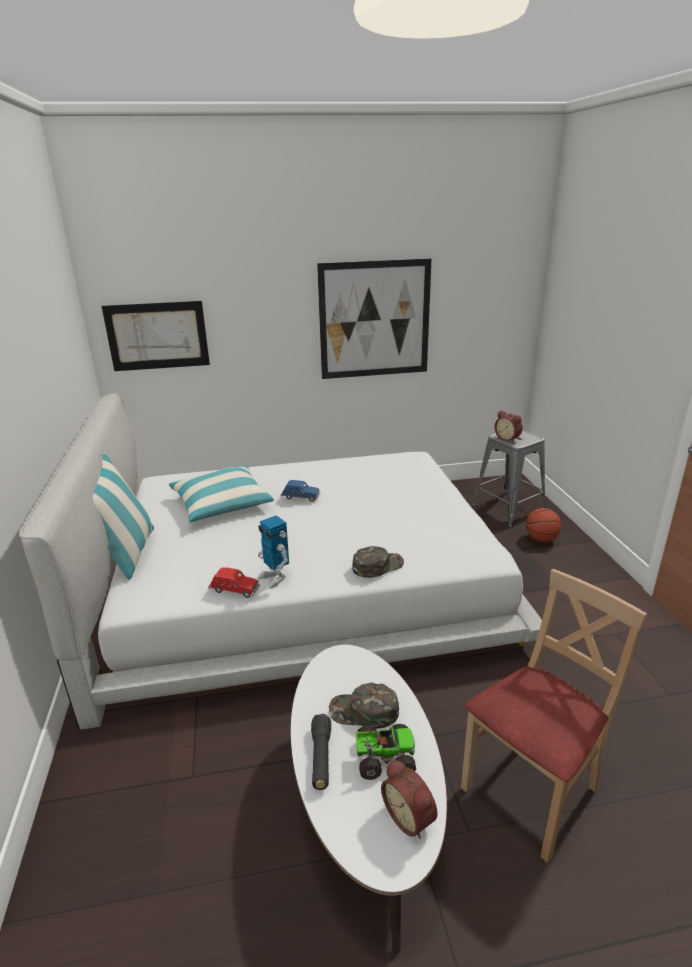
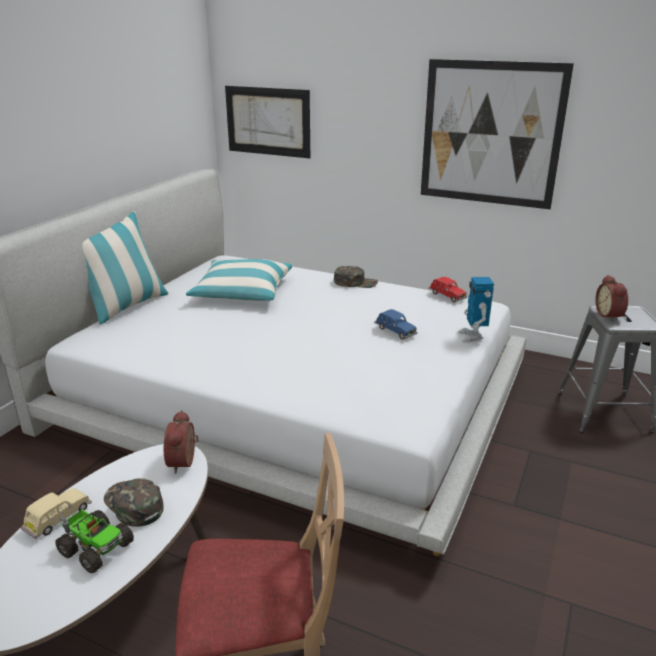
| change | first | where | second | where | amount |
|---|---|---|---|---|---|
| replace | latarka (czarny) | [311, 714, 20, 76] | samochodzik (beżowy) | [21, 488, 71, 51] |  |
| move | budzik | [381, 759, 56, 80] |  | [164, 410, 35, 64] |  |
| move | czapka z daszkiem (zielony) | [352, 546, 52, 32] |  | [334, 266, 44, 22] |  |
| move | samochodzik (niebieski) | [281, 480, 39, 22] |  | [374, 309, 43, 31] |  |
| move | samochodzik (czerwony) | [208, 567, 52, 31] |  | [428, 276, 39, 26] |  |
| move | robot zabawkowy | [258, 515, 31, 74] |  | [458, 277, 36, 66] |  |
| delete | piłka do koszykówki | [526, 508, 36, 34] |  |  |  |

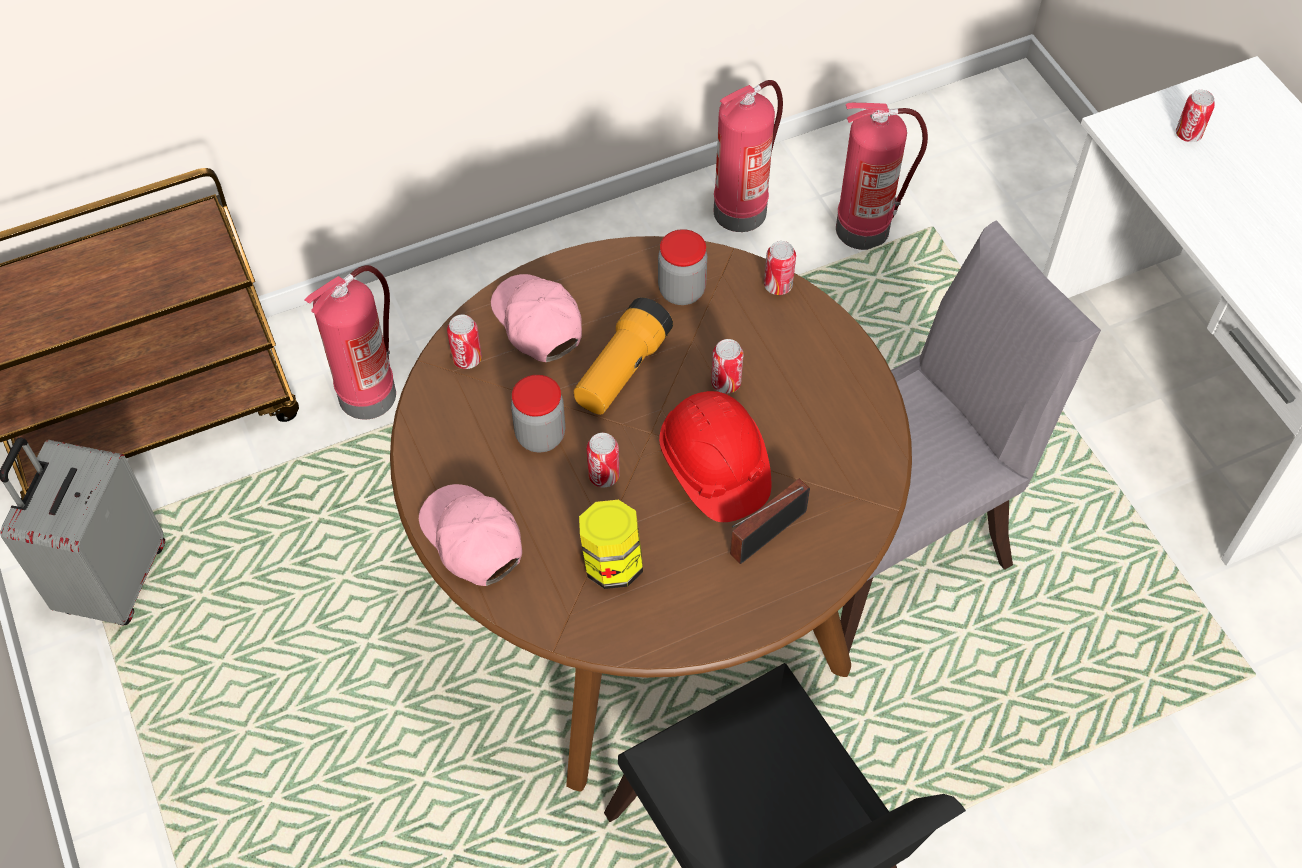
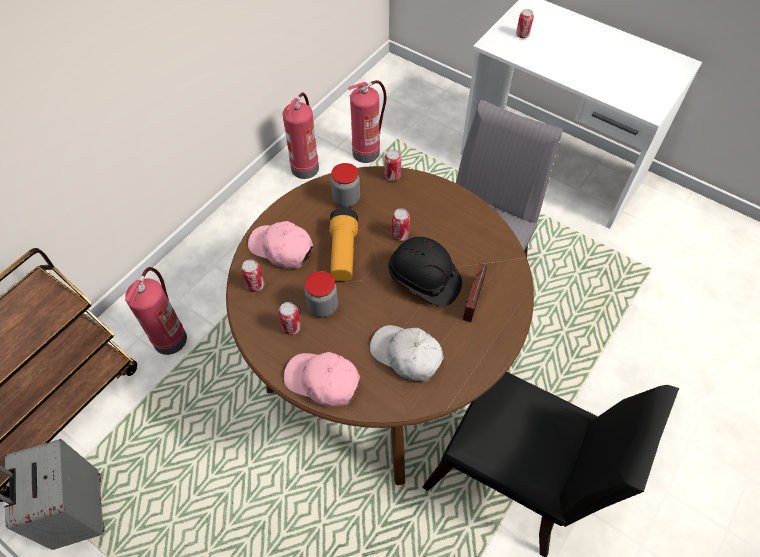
| change | first | where | second | where | amount |
|---|---|---|---|---|---|
| move | puszka | [587, 433, 33, 54] |  | [278, 302, 23, 33] |  |
| replace | słoik | [579, 500, 64, 89] | czapka z daszkiem (biały) | [370, 325, 74, 57] |  |
| recolor | kask (czerwony) | [659, 391, 112, 131] | kask (czarny) | [388, 237, 74, 70] |  |

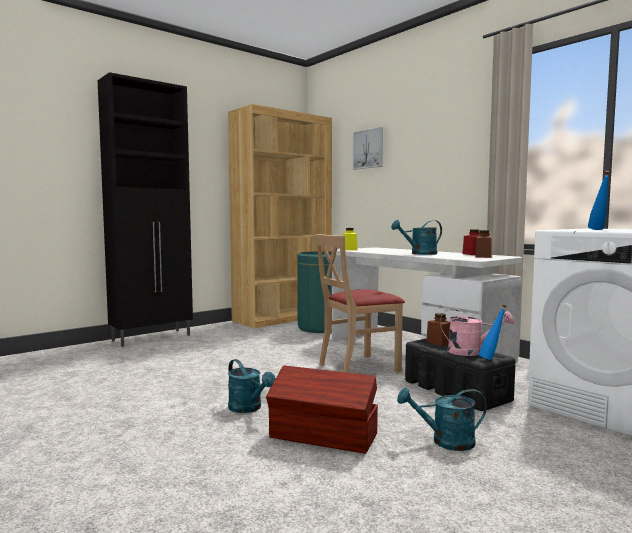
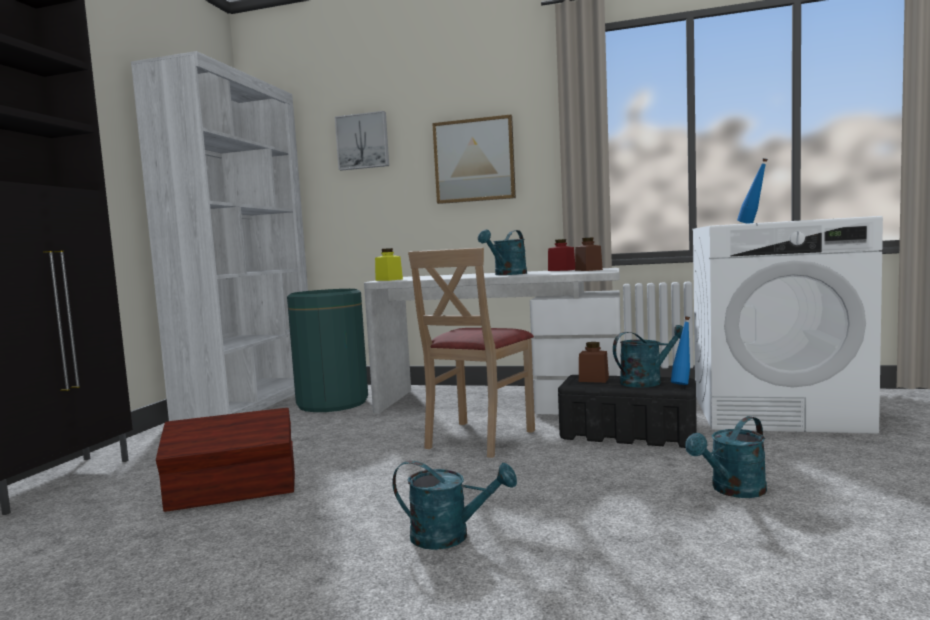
| change | first | where | second | where | amount |
|---|---|---|---|---|---|
| recolor | regał (brązowy) | [228, 104, 104, 224] | regał (biały) | [131, 51, 177, 370] |  |
| move | pojemnik do przechowywania (brązowy) | [266, 365, 112, 89] |  | [156, 408, 139, 104] |  |
| insert |  |  | obraz | [432, 114, 84, 90] |  |
| recolor | konewka (różowy) | [440, 309, 74, 47] | konewka (turkusowy) | [613, 325, 70, 63] |  |

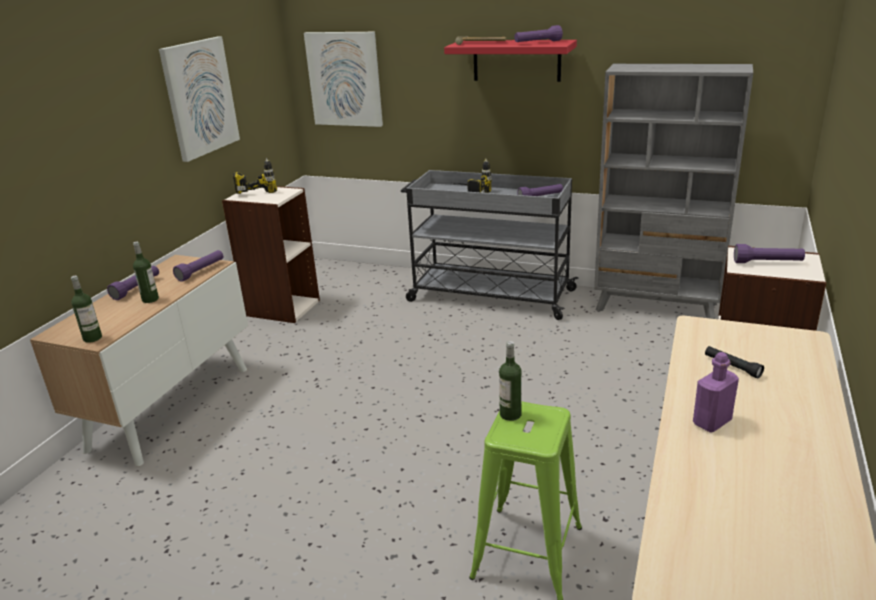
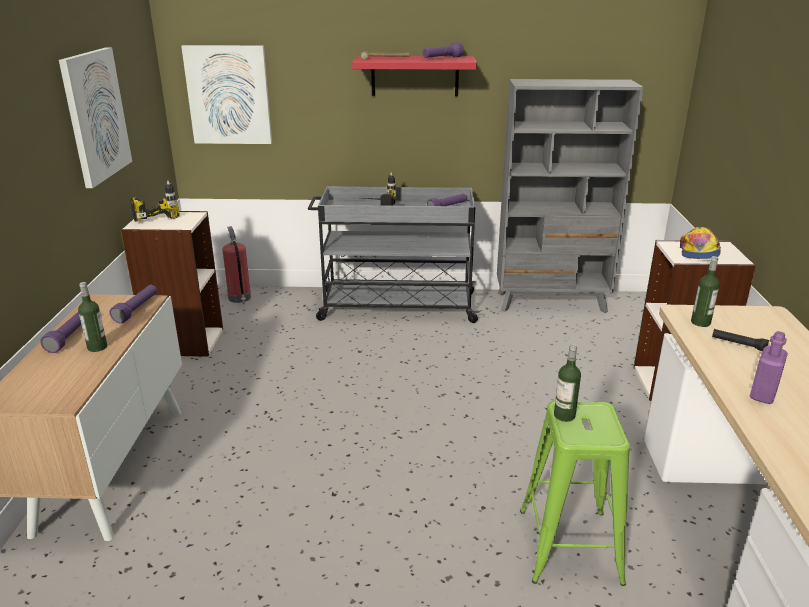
| change | first | where | second | where | amount |
|---|---|---|---|---|---|
| insert |  |  | gaśnica | [222, 226, 29, 78] |  |
| replace | latarka (fioletowy) | [734, 244, 71, 19] | czapka z daszkiem | [680, 227, 41, 32] |  |
| move | butelka | [71, 276, 31, 67] |  | [691, 256, 29, 71] |  |

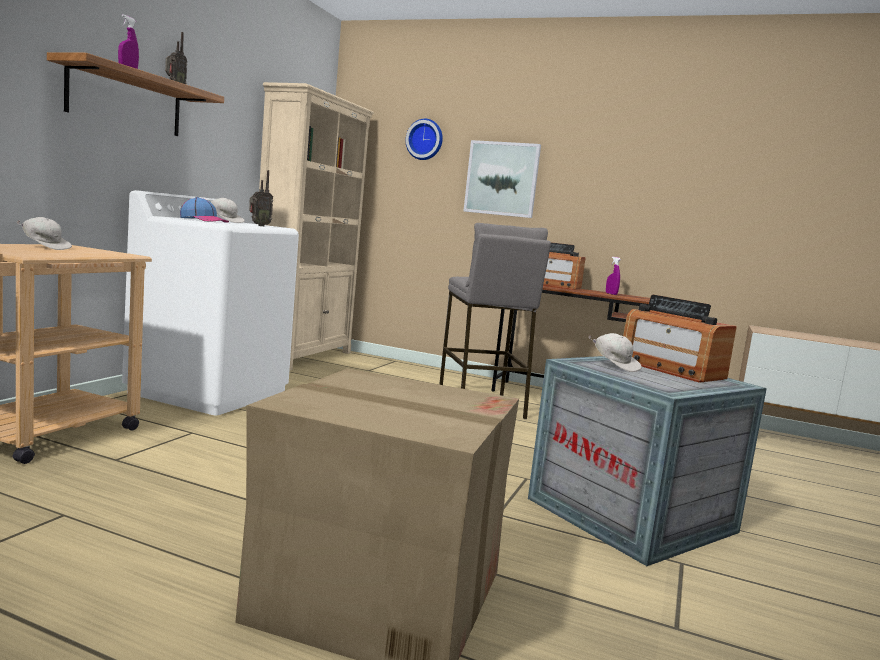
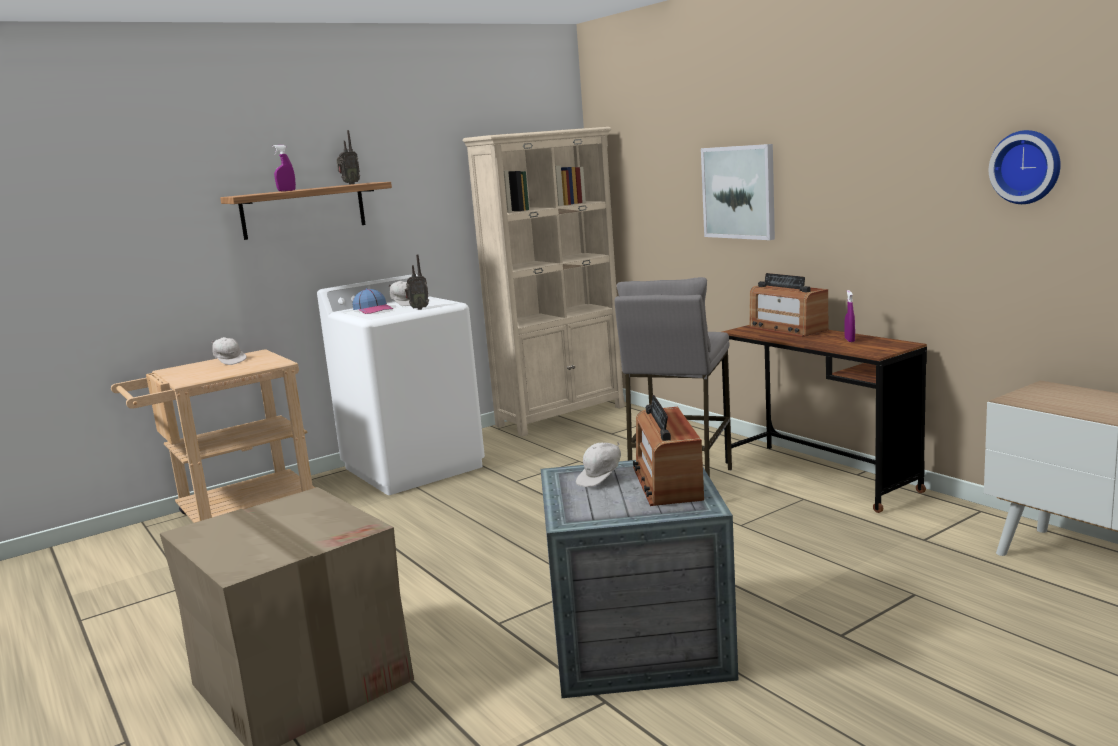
| change | first | where | second | where | amount |
|---|---|---|---|---|---|
| rotate | czapka z daszkiem (biały) | [588, 333, 54, 39] |  | [576, 442, 45, 45] | 60 degrees clockwise |
| move | zegar ścienny | [406, 119, 37, 41] |  | [989, 130, 72, 74] |  |

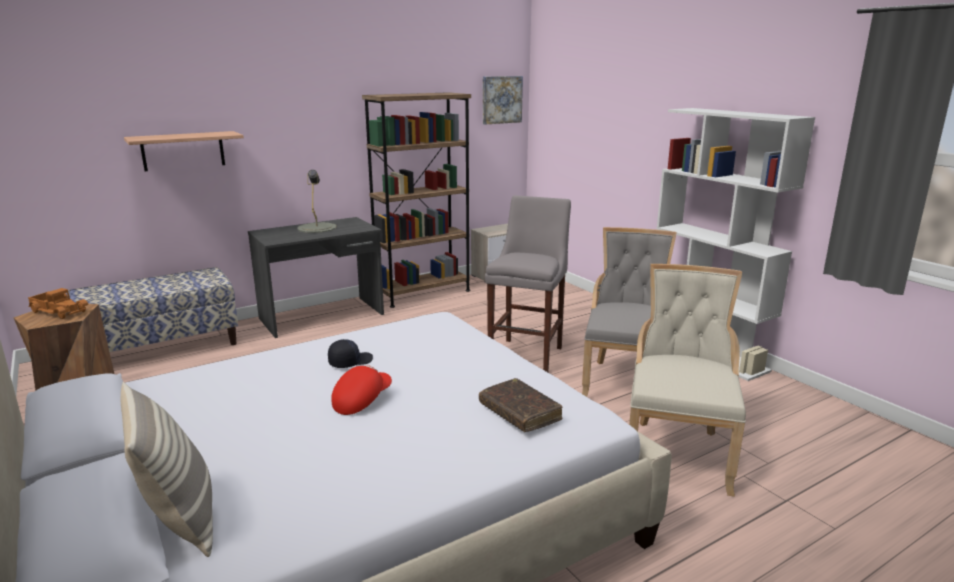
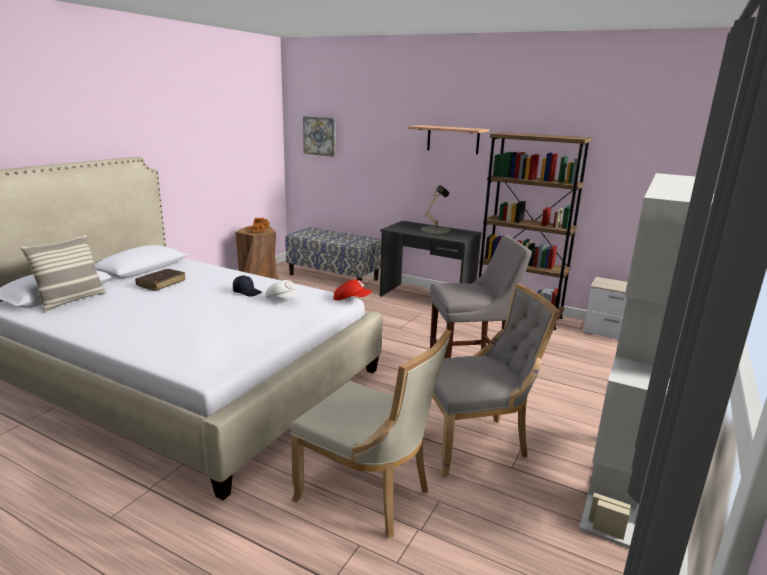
| change | first | where | second | where | amount |
|---|---|---|---|---|---|
| move | książka (brązowy) | [479, 378, 84, 54] |  | [135, 269, 51, 22] |  |
| insert |  |  | czapka z daszkiem (biały) | [265, 280, 35, 19] |  |
| rotate | krzesło (beżowy) | [629, 264, 117, 233] |  | [291, 329, 160, 209] | 45 degrees clockwise |
| move | obraz | [483, 76, 40, 49] |  | [303, 116, 33, 41] |  |
| move | czapka z daszkiem (czerwony) | [331, 365, 61, 50] |  | [334, 279, 38, 21] |  |
| move | półka | [124, 131, 120, 40] |  | [408, 125, 81, 29] |  |

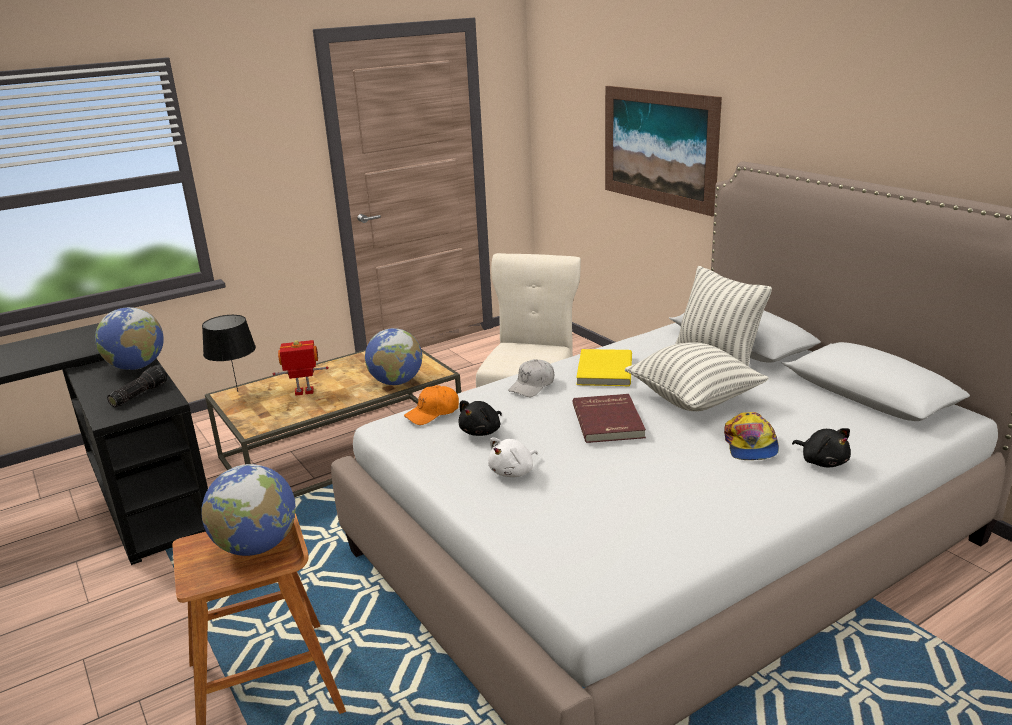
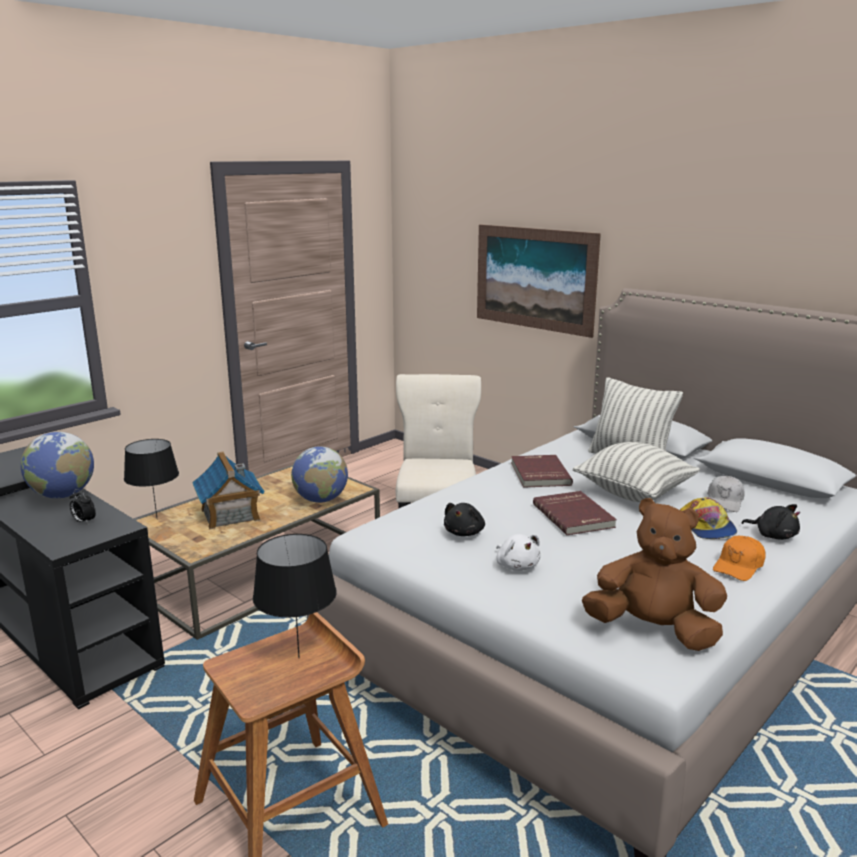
| change | first | where | second | where | amount |
|---|---|---|---|---|---|
| replace | latarka | [107, 365, 61, 42] | budzik | [69, 489, 27, 35] |  |
| replace | robot zabawkowy | [273, 340, 56, 56] | domek | [192, 452, 73, 78] |  |
| replace | globus | [201, 464, 95, 92] | lampa stołowa (czarny) | [253, 534, 84, 124] |  |
| rotate | pluszak (biały) | [488, 437, 50, 40] |  | [496, 534, 45, 37] | 60 degrees counterclockwise |
| recolor | książka (żółty) | [576, 349, 56, 37] | książka (czerwony) | [511, 455, 62, 33] |  |
| insert |  |  | pluszak (brązowy) | [582, 498, 145, 153] |  |
| move | czapka z daszkiem (biały) | [508, 359, 46, 38] |  | [707, 476, 38, 36] |  |
| move | czapka z daszkiem (pomarańczowy) | [404, 385, 55, 40] |  | [713, 536, 52, 45] |  |

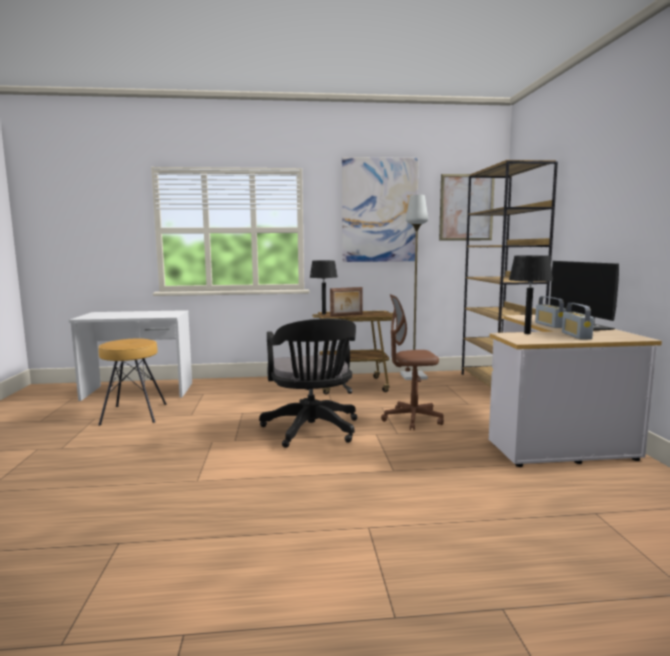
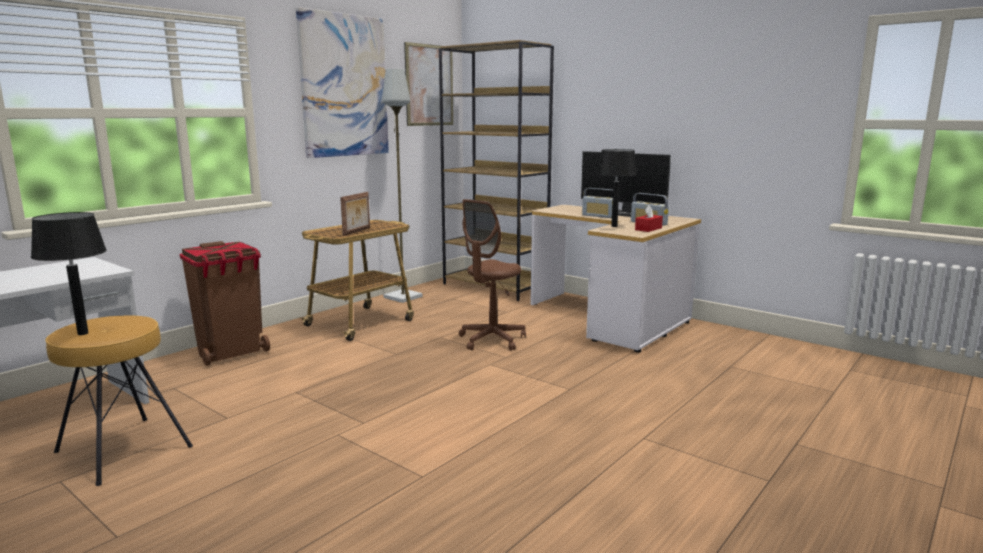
| change | first | where | second | where | amount |
|---|---|---|---|---|---|
| move | lampa stołowa (czarny) | [310, 260, 28, 55] |  | [31, 212, 76, 123] |  |
| insert |  |  | kosz na śmieci (brązowy) | [180, 241, 90, 125] |  |
| insert |  |  | pudełko chusteczek (czerwony) | [635, 205, 28, 27] |  |
| delete | krzesło biurowe (czarny) | [259, 318, 98, 130] |  |  |  |

